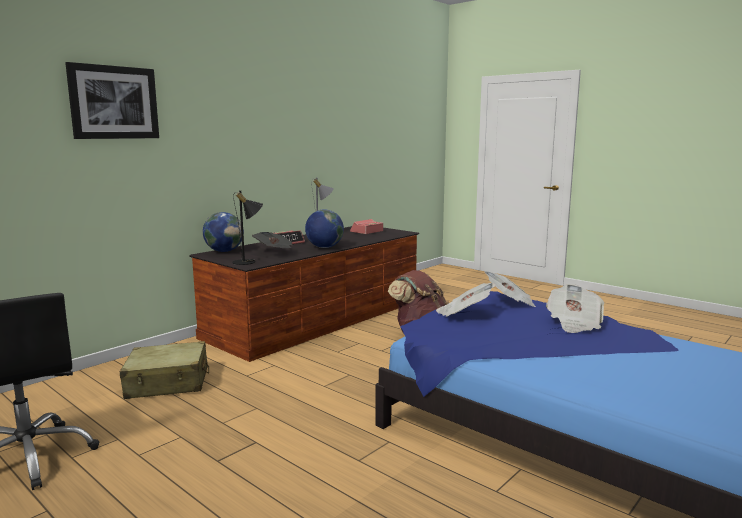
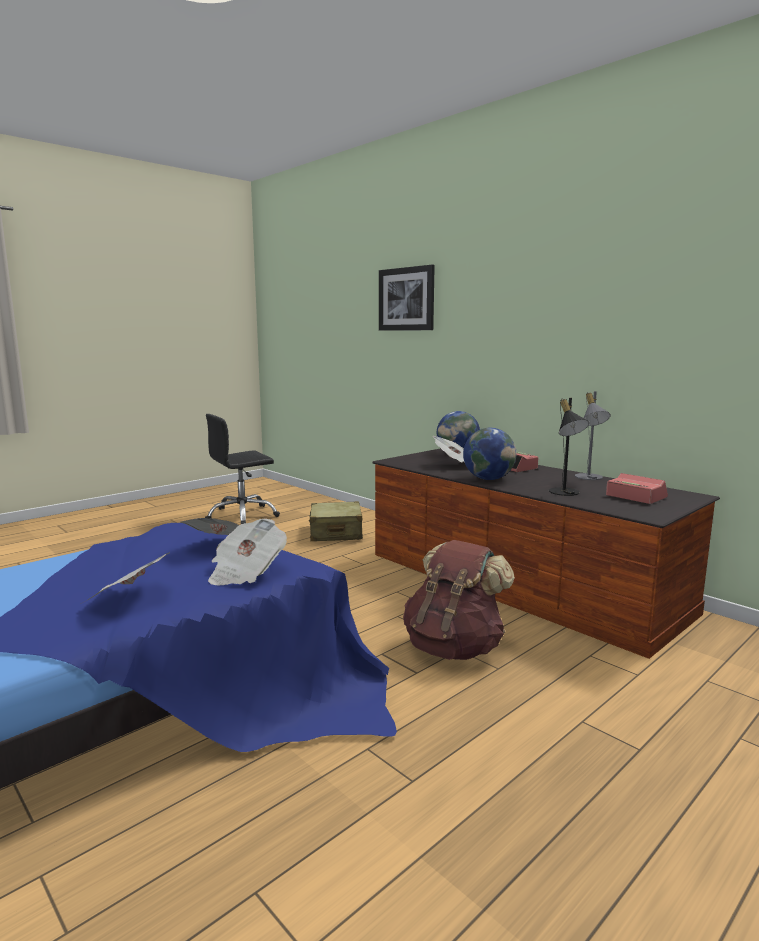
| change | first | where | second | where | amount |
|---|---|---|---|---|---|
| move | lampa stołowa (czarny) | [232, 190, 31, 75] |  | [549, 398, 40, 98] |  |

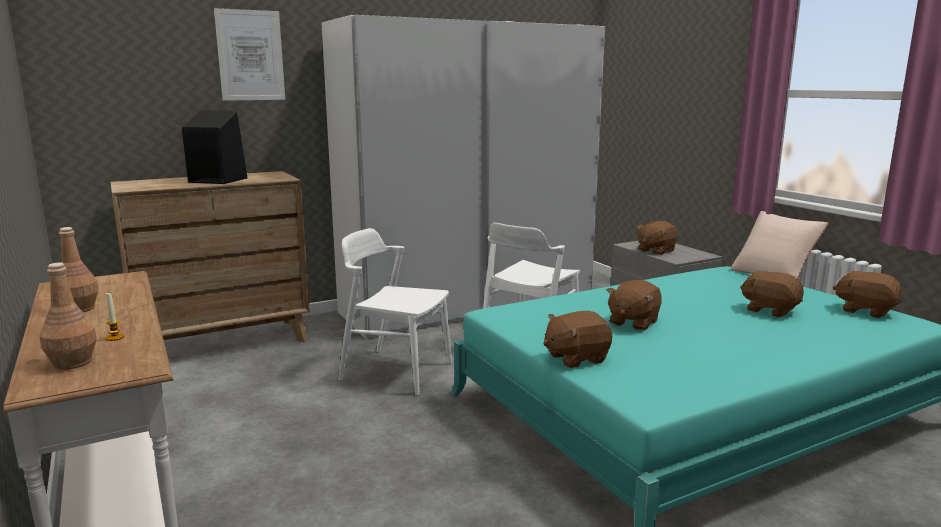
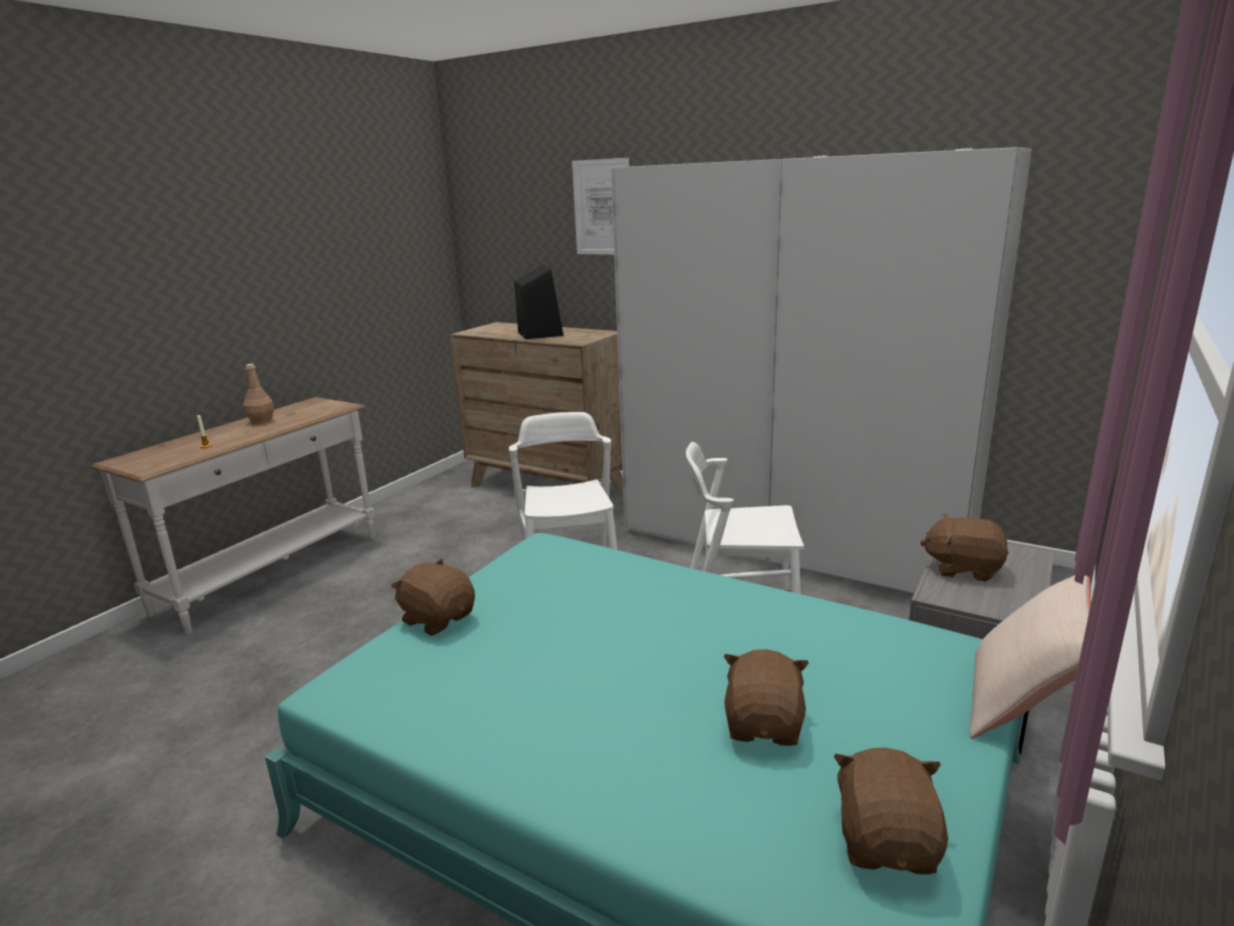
| change | first | where | second | where | amount |
|---|---|---|---|---|---|
| delete | butelka (brązowy) | [39, 263, 58, 107] |  |  |  |
| delete | pluszak (brązowy) | [607, 280, 55, 51] |  |  |  |

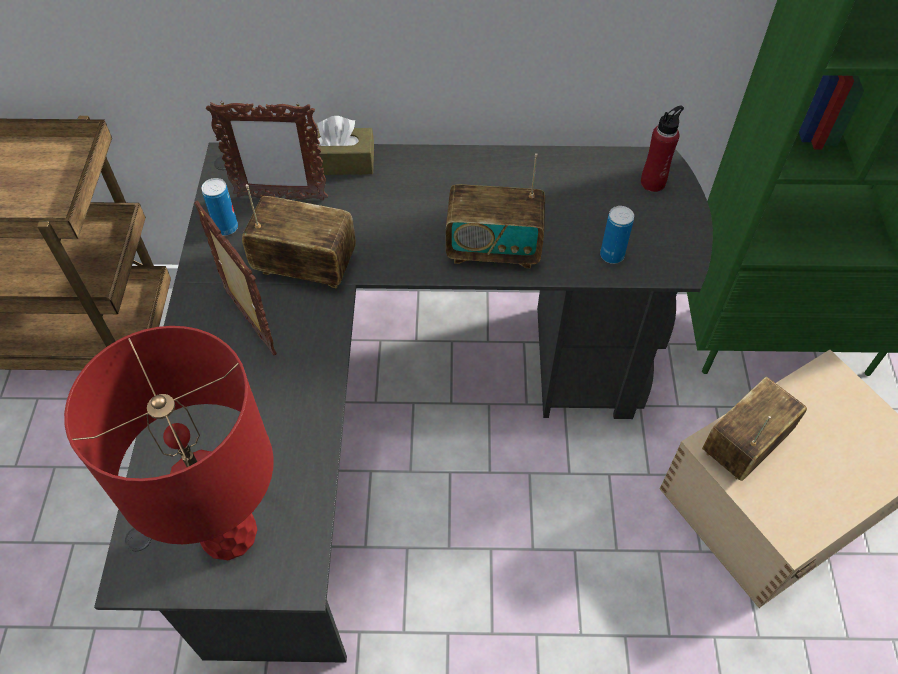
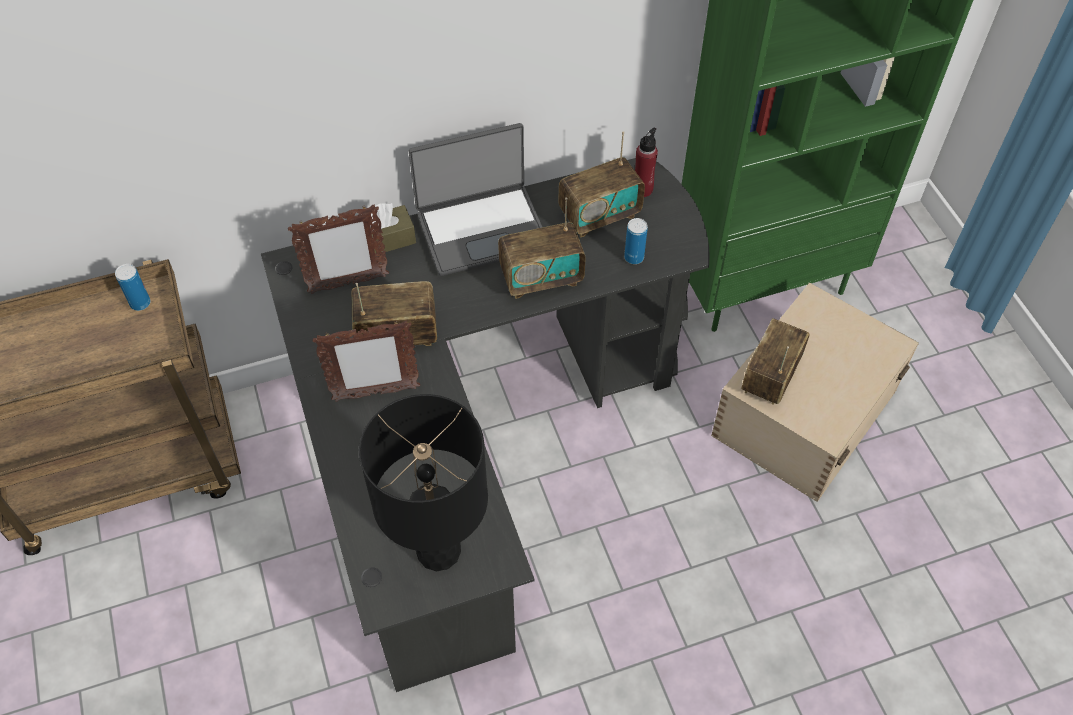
| change | first | where | second | where | amount |
|---|---|---|---|---|---|
| move | puszka | [201, 178, 37, 58] |  | [115, 264, 36, 47] |  |
| rotate | ramka na zdjęcie | [194, 200, 83, 156] |  | [312, 320, 108, 82] | 135 degrees clockwise |
| recolor | lampa stołowa (czerwony) | [64, 326, 210, 234] | lampa stołowa (czarny) | [359, 394, 129, 177] |  |
| insert |  |  | laptop | [409, 123, 134, 153] |  |
| insert |  |  | radio | [558, 131, 87, 107] |  |

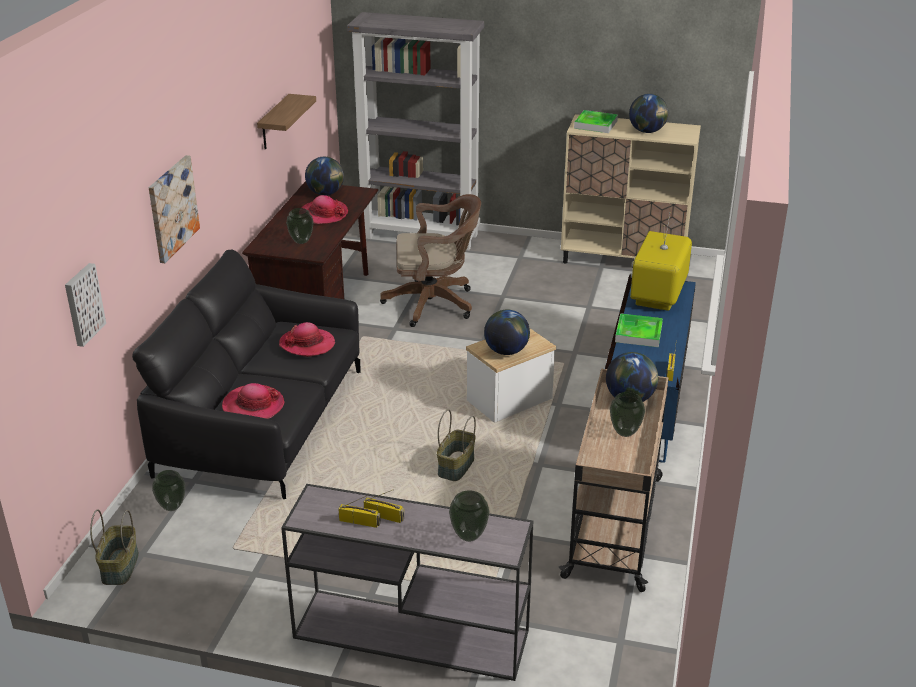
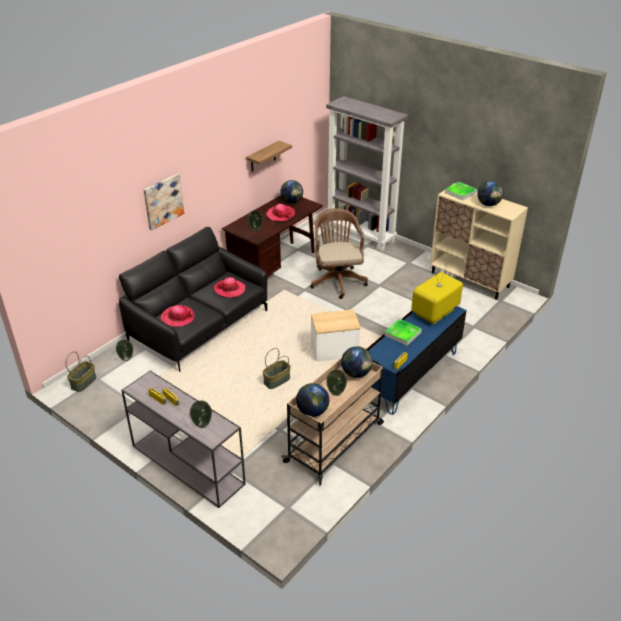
| change | first | where | second | where | amount |
|---|---|---|---|---|---|
| move | globus | [484, 310, 46, 45] |  | [296, 383, 33, 34] |  |
| rotate | krzesło biurowe (brązowy) | [380, 194, 101, 133] |  | [310, 208, 58, 91] | 120 degrees counterclockwise |
| delete | obraz | [65, 263, 41, 84] |  |  |  |

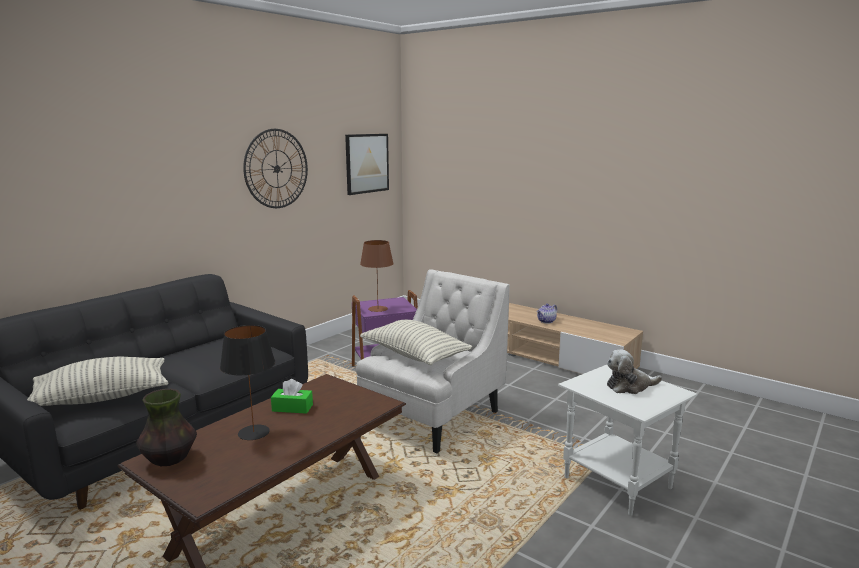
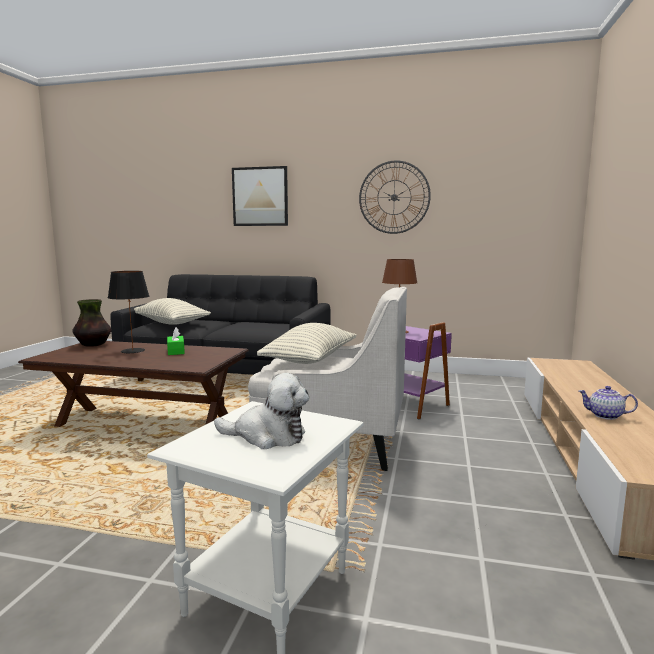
| change | first | where | second | where | amount |
|---|---|---|---|---|---|
| rotate | pluszak | [607, 349, 55, 45] |  | [214, 373, 95, 76] | 135 degrees clockwise |
| move | obraz | [345, 134, 44, 61] |  | [232, 166, 56, 60] |  |

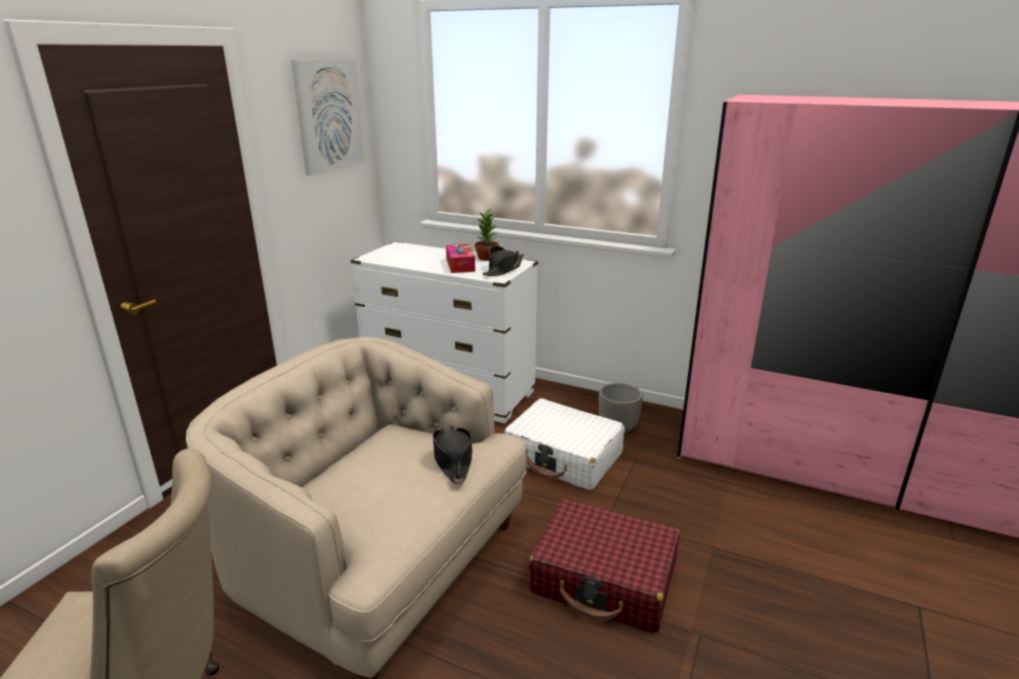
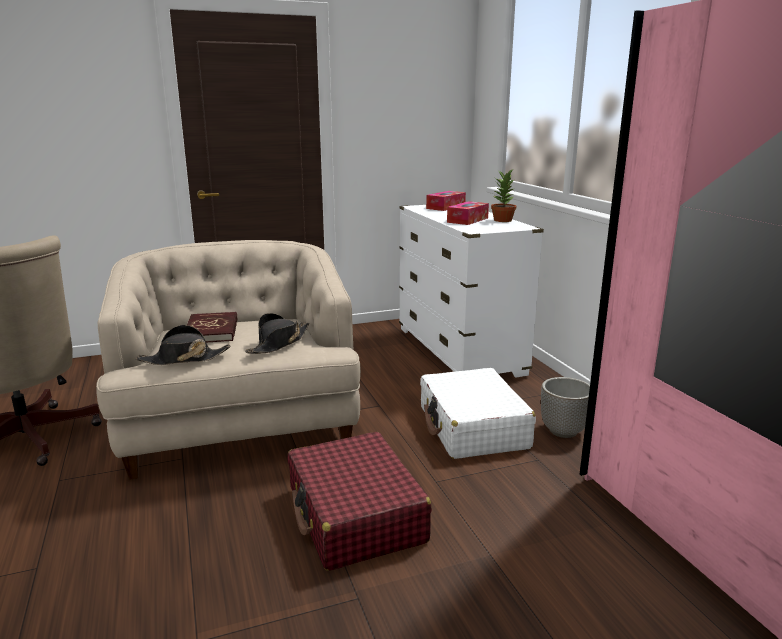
| change | first | where | second | where | amount |
|---|---|---|---|---|---|
| move | kapelusz (czarny) | [483, 246, 41, 30] |  | [136, 325, 94, 40] |  |
| insert |  |  | książka (czerwony) | [187, 312, 50, 30] |  |
| insert |  |  | pudełko chusteczek | [426, 191, 40, 20] |  |
| delete | obraz | [291, 59, 74, 117] |  |  |  |

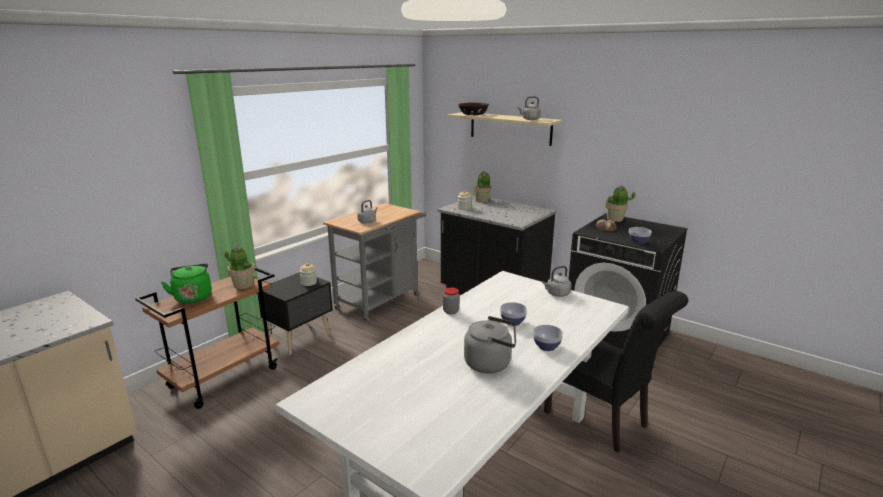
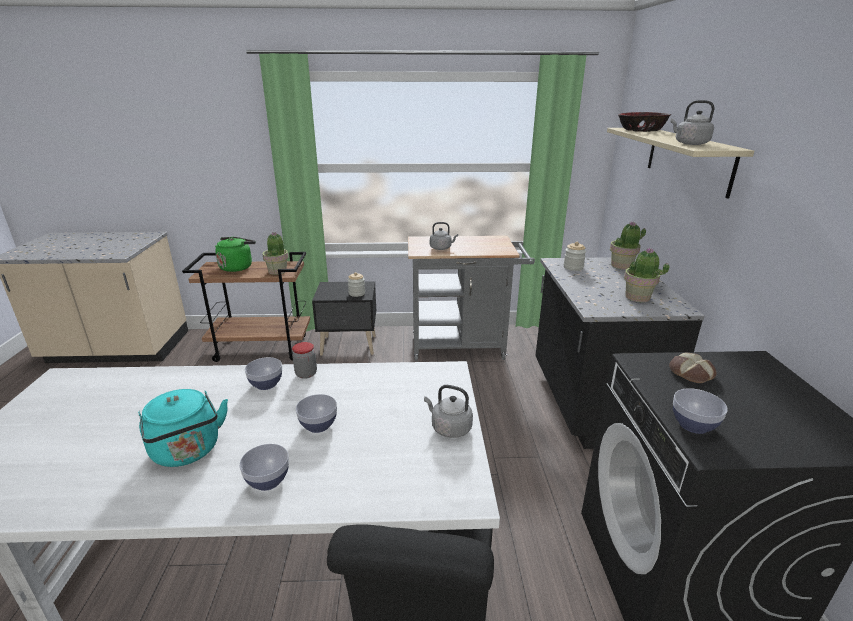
| change | first | where | second | where | amount |
|---|---|---|---|---|---|
| recolor | czajnik (szary) | [464, 316, 52, 57] | czajnik (turkusowy) | [138, 389, 90, 78] |  |
| insert |  |  | miska | [245, 357, 37, 33] |  |
| move | roślina doniczkowa | [605, 185, 30, 37] |  | [624, 248, 45, 54] |  |

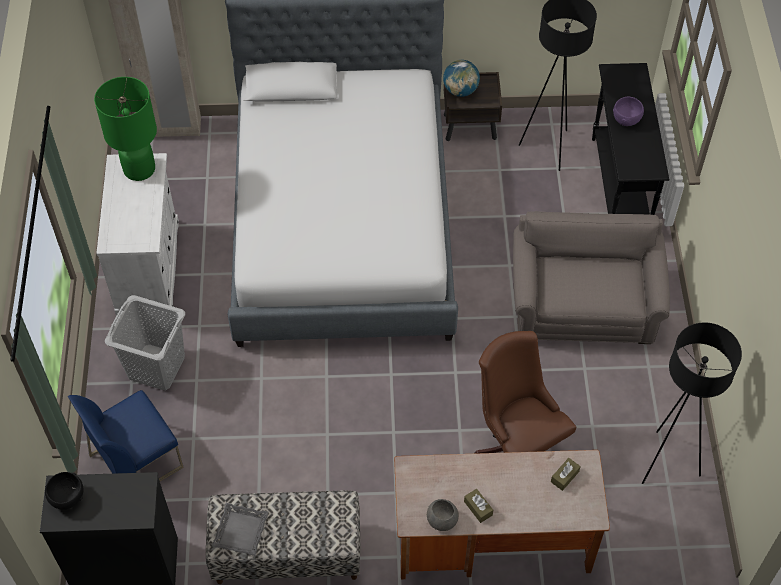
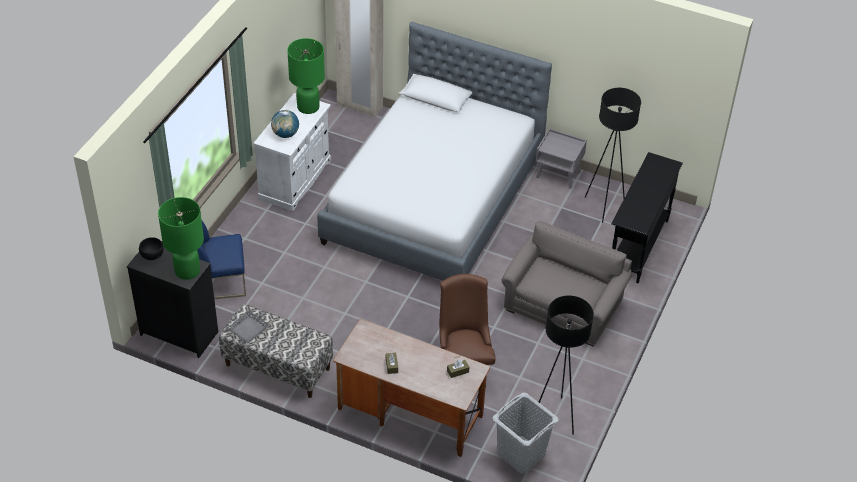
| change | first | where | second | where | amount |
|---|---|---|---|---|---|
| insert |  |  | lampa stołowa (zielony) | [158, 197, 46, 83] |  |
| move | globus | [443, 60, 37, 37] |  | [271, 110, 28, 28] |  |
| move | kosz na pranie (szary) | [105, 295, 80, 95] |  | [492, 393, 67, 81] |  |
| recolor | szafka nocna (brązowy) | [444, 72, 58, 69] | szafka nocna (szary) | [536, 128, 51, 61] |  |
| delete | miska (szary) | [427, 499, 32, 32] |  |  |  |
| delete | miska (fioletowy) | [613, 97, 31, 29] |  |  |  |

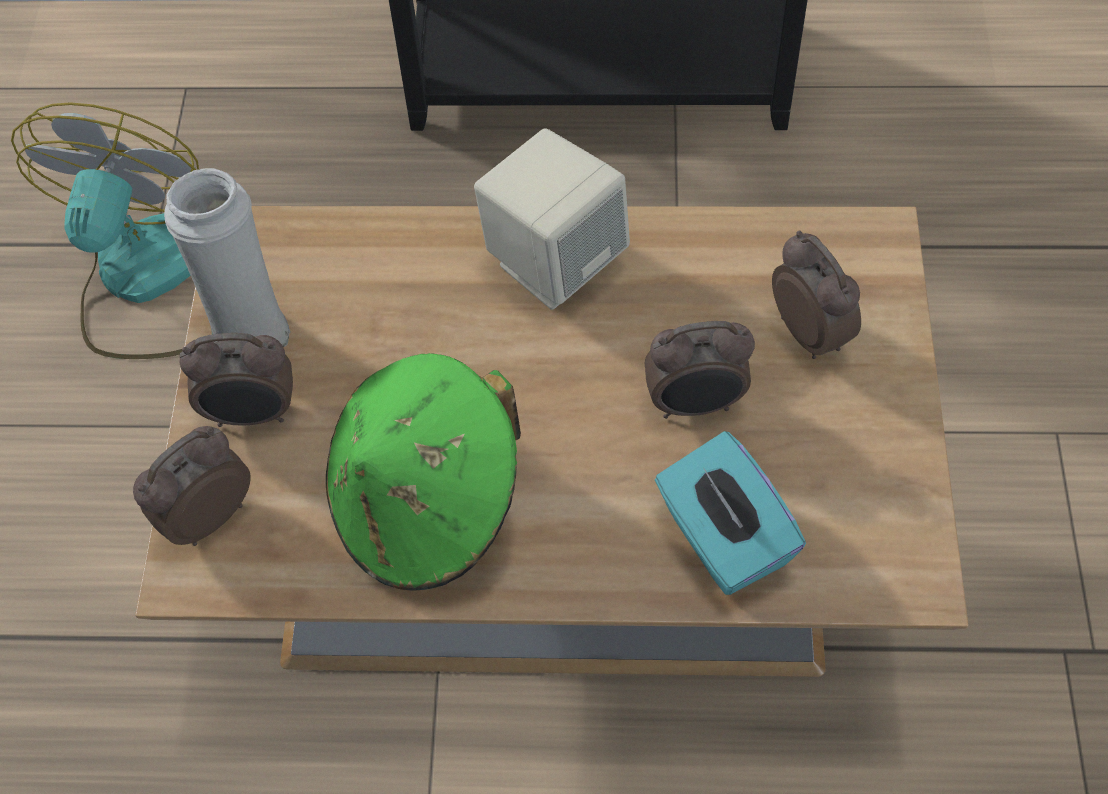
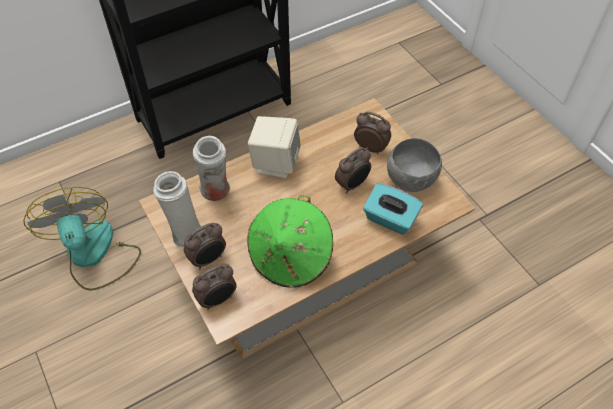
| change | first | where | second | where | amount |
|---|---|---|---|---|---|
| rotate | budzik | [133, 426, 118, 120] |  | [192, 264, 45, 46] | 135 degrees counterclockwise |
| insert |  |  | wazon (biały) | [193, 136, 37, 65] |  |
| insert |  |  | miska (szary) | [387, 138, 55, 54] |  |

